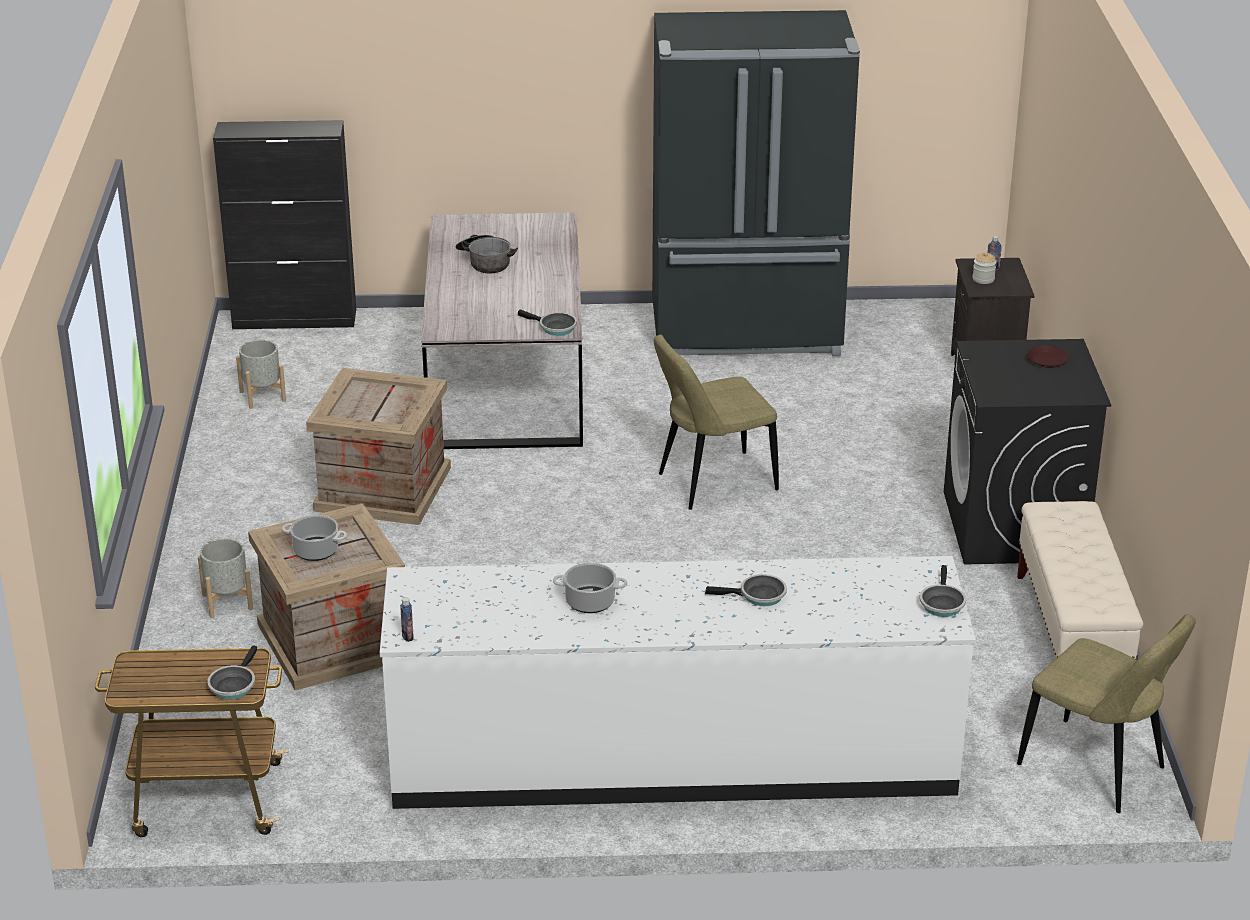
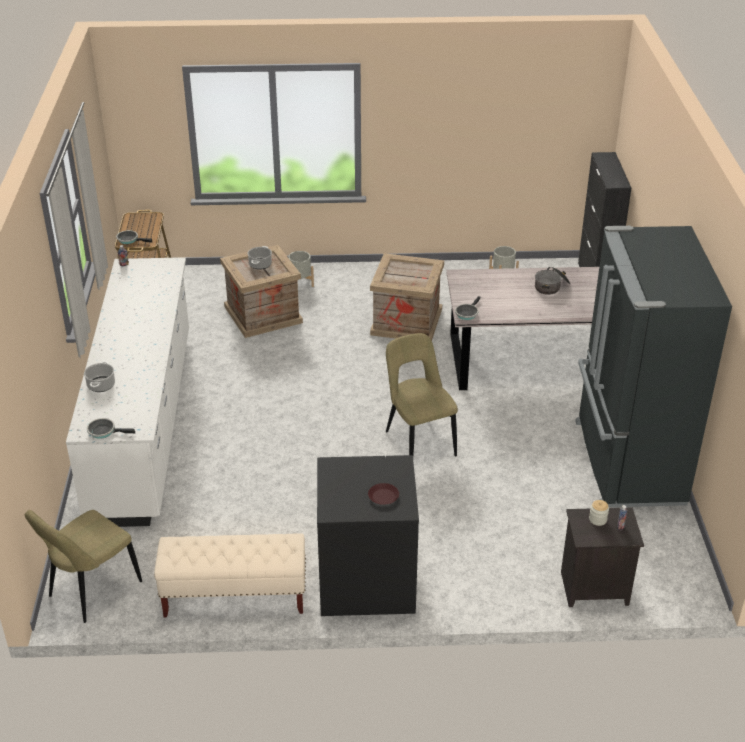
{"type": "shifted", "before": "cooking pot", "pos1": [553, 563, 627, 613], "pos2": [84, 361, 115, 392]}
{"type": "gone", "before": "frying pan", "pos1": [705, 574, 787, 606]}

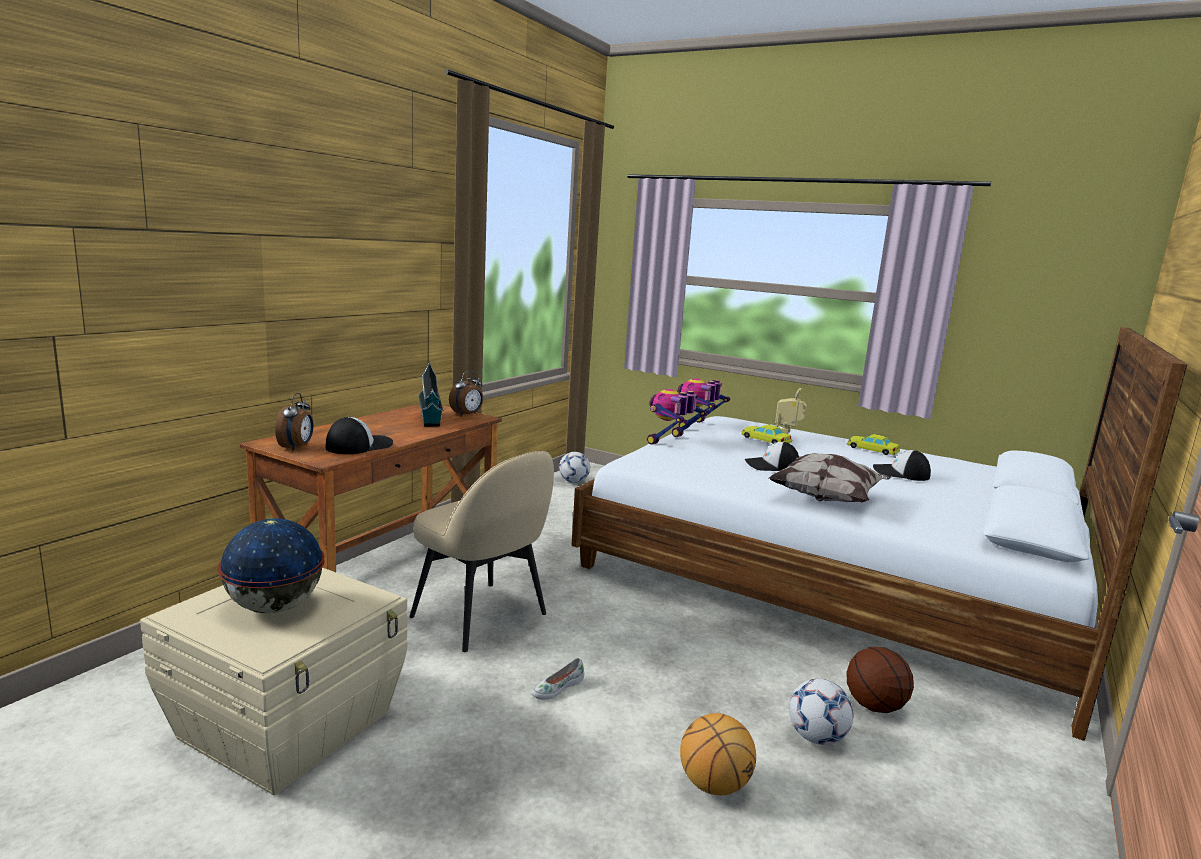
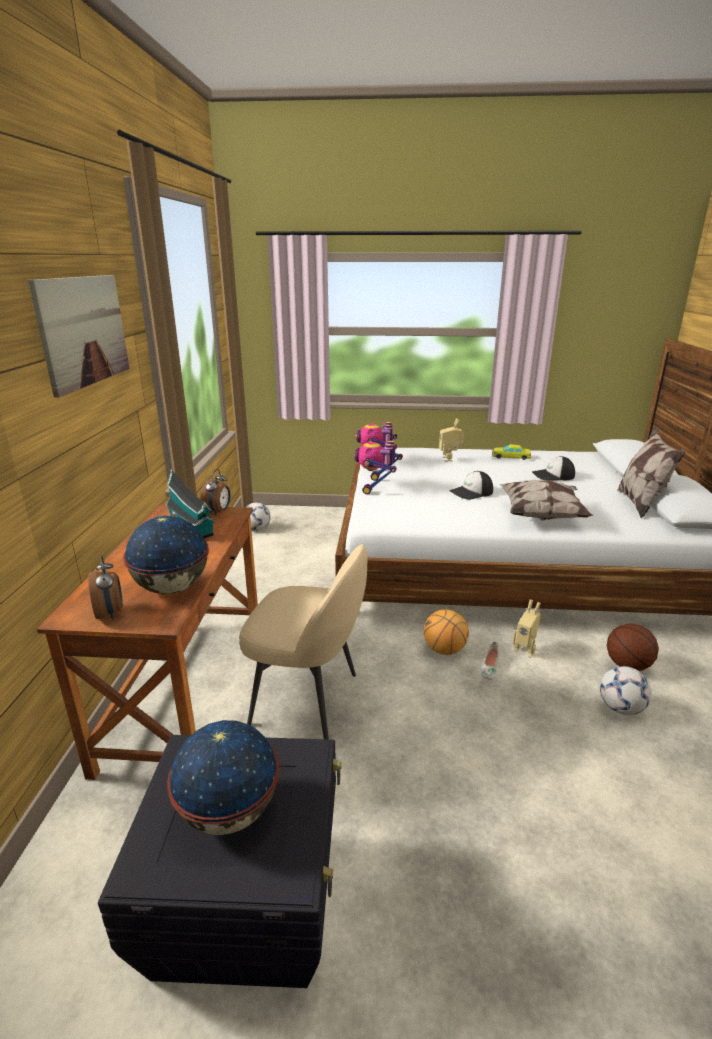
{"type": "swapped", "before": "cap", "after": "globe", "pos1": [326, 417, 393, 454], "pos2": [123, 516, 209, 594]}
{"type": "gone", "before": "yellow toy car", "pos1": [741, 424, 792, 444]}
{"type": "repainted", "before": "beige storage box", "after": "black storage box", "pos1": [140, 568, 407, 795], "pos2": [98, 735, 342, 988]}
{"type": "shifted", "before": "white shoe", "pos1": [531, 658, 584, 700], "pos2": [480, 641, 500, 680]}
{"type": "shifted", "before": "basketball", "pos1": [680, 713, 756, 795], "pos2": [424, 609, 469, 655]}
{"type": "new", "after": "picture", "pos2": [28, 275, 130, 397]}
{"type": "new", "after": "pillow", "pos2": [617, 427, 685, 519]}
{"type": "new", "after": "toy robot", "pos2": [513, 600, 541, 658]}

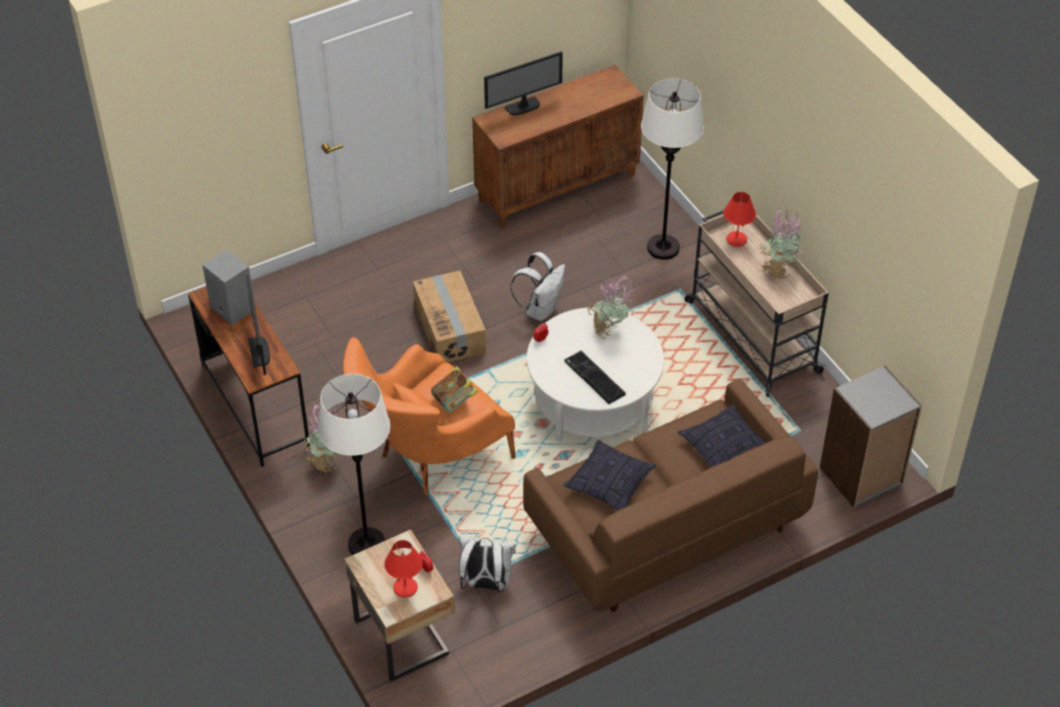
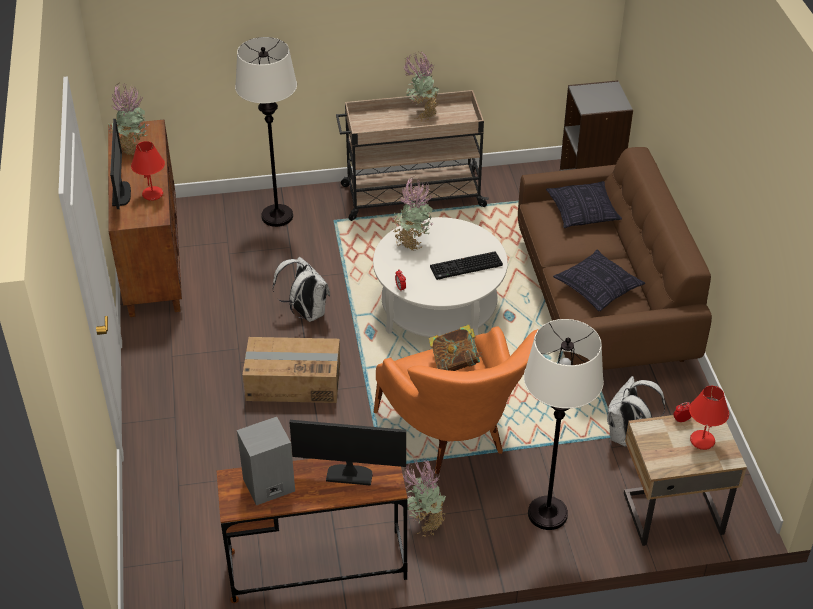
{"type": "shifted", "before": "red table lamp", "pos1": [723, 192, 756, 247], "pos2": [131, 141, 165, 201]}
{"type": "new", "after": "potted plant", "pos2": [108, 83, 149, 155]}

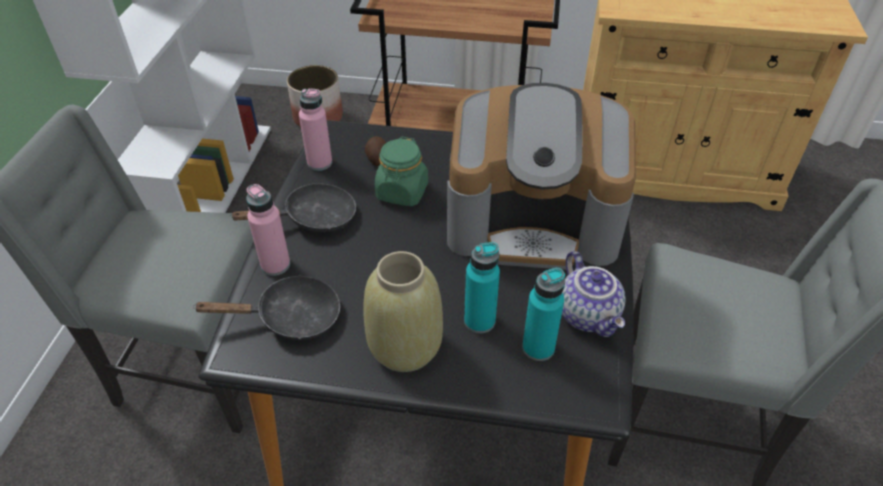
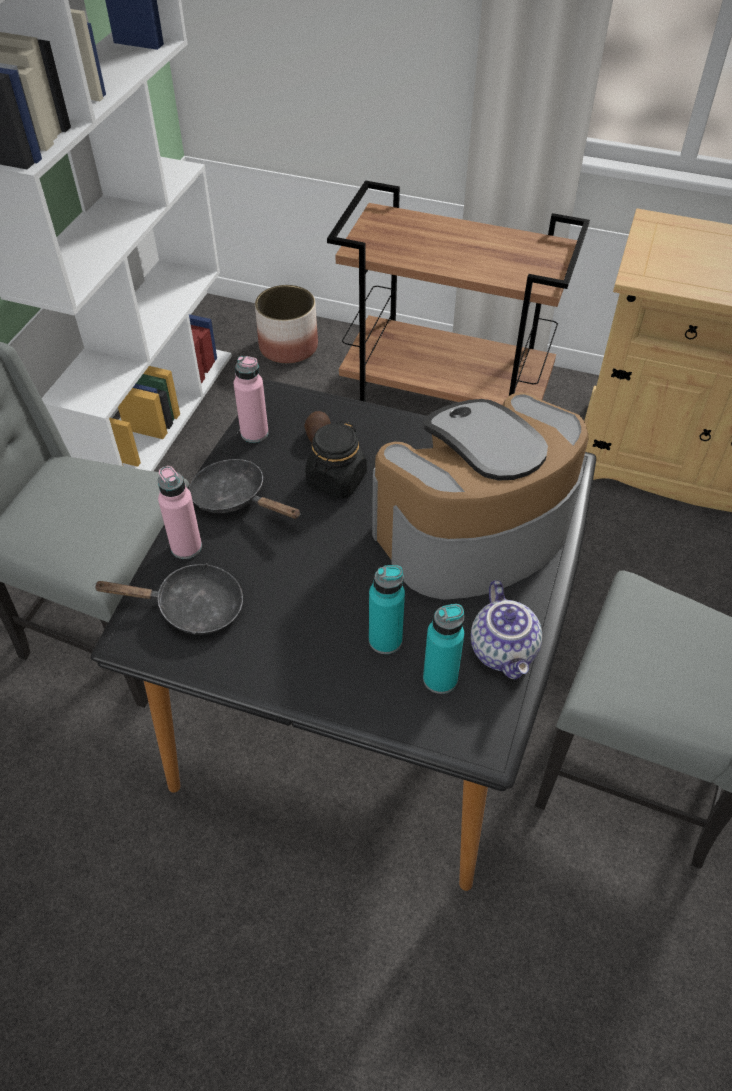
{"type": "rotated", "before": "coffee machine", "pos1": [447, 83, 636, 270], "pos2": [372, 392, 588, 600], "turn": 135}
{"type": "repainted", "before": "green jar", "after": "black jar", "pos1": [375, 137, 428, 206], "pos2": [305, 420, 367, 499]}
{"type": "rotated", "before": "black frying pan", "pos1": [231, 183, 356, 232], "pos2": [189, 459, 301, 519], "turn": -135}
{"type": "gone", "before": "beige vase", "pos1": [363, 251, 443, 372]}

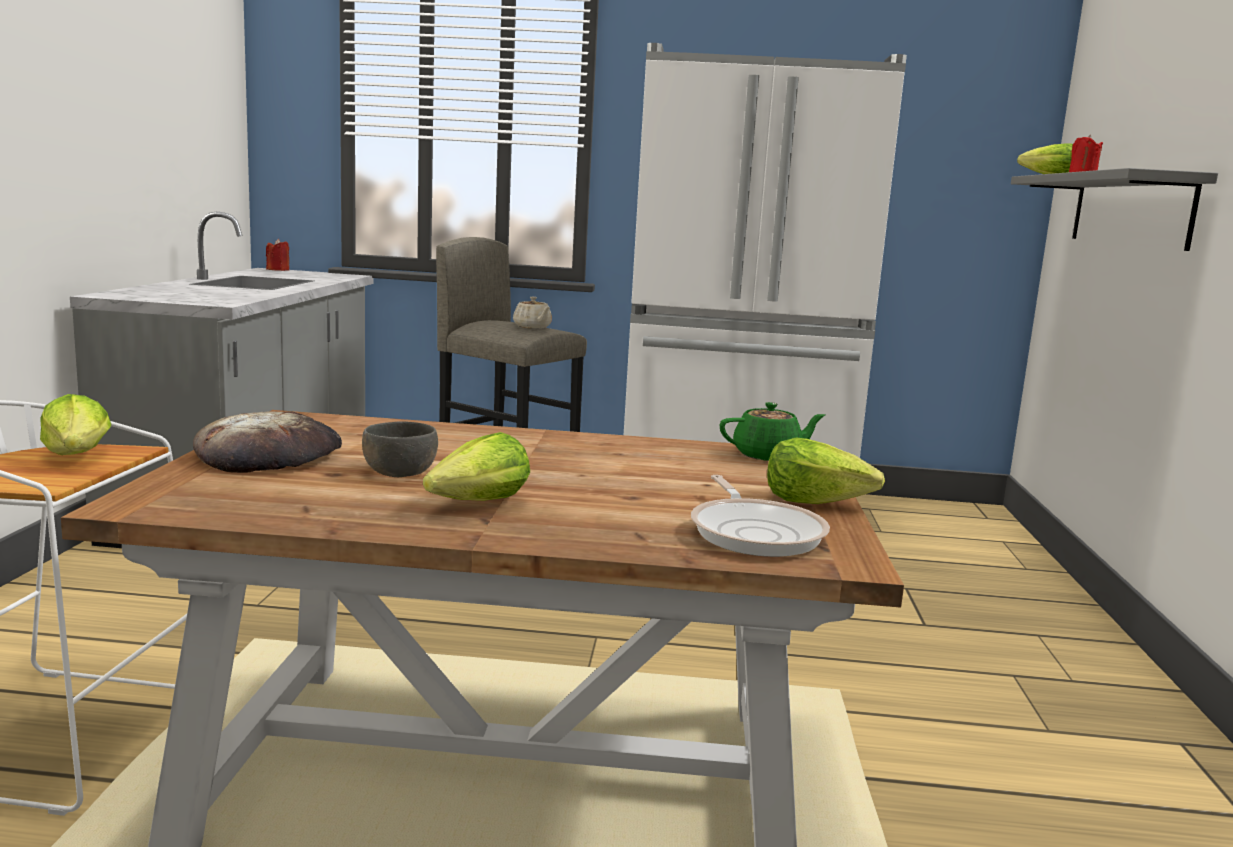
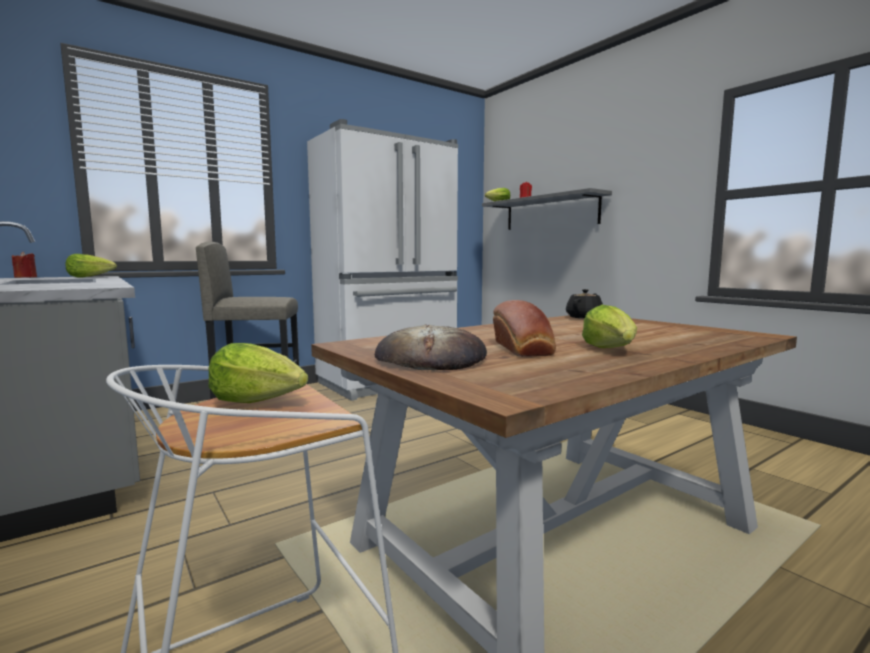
{"type": "gone", "before": "beige teapot", "pos1": [513, 297, 552, 329]}
{"type": "repainted", "before": "green teapot", "after": "black teapot", "pos1": [719, 402, 825, 461], "pos2": [566, 289, 603, 319]}
{"type": "swapped", "before": "grey bowl", "after": "bread", "pos1": [362, 421, 438, 477], "pos2": [493, 300, 556, 357]}
{"type": "shifted", "before": "lettuce", "pos1": [767, 438, 885, 504], "pos2": [65, 254, 117, 278]}
{"type": "gone", "before": "frying pan", "pos1": [691, 475, 830, 557]}

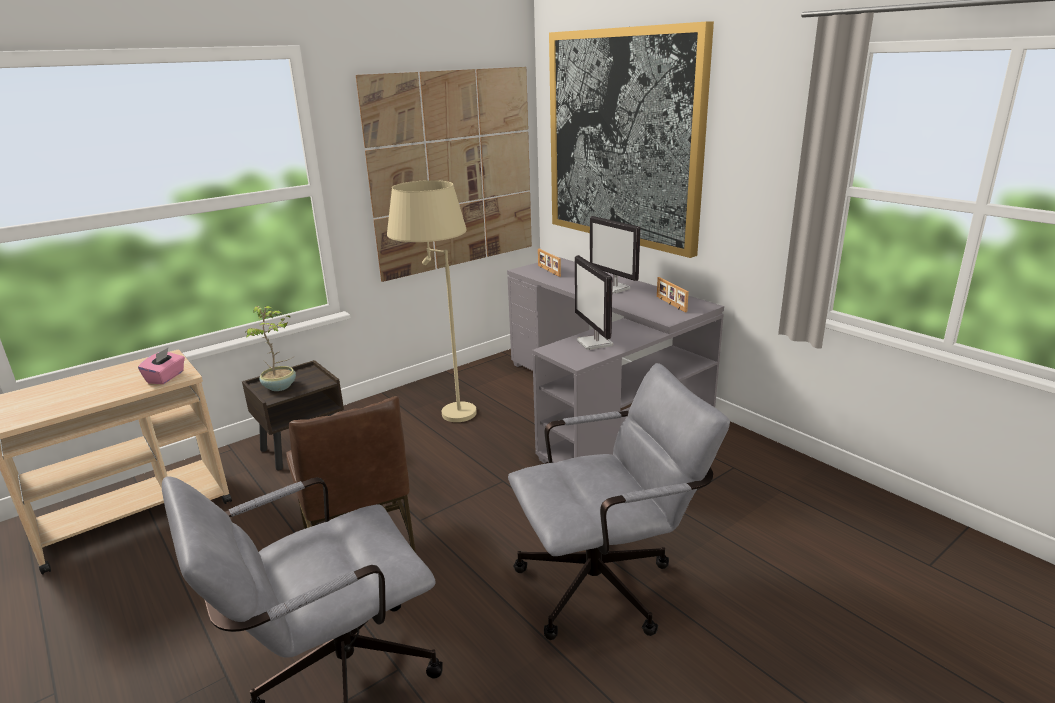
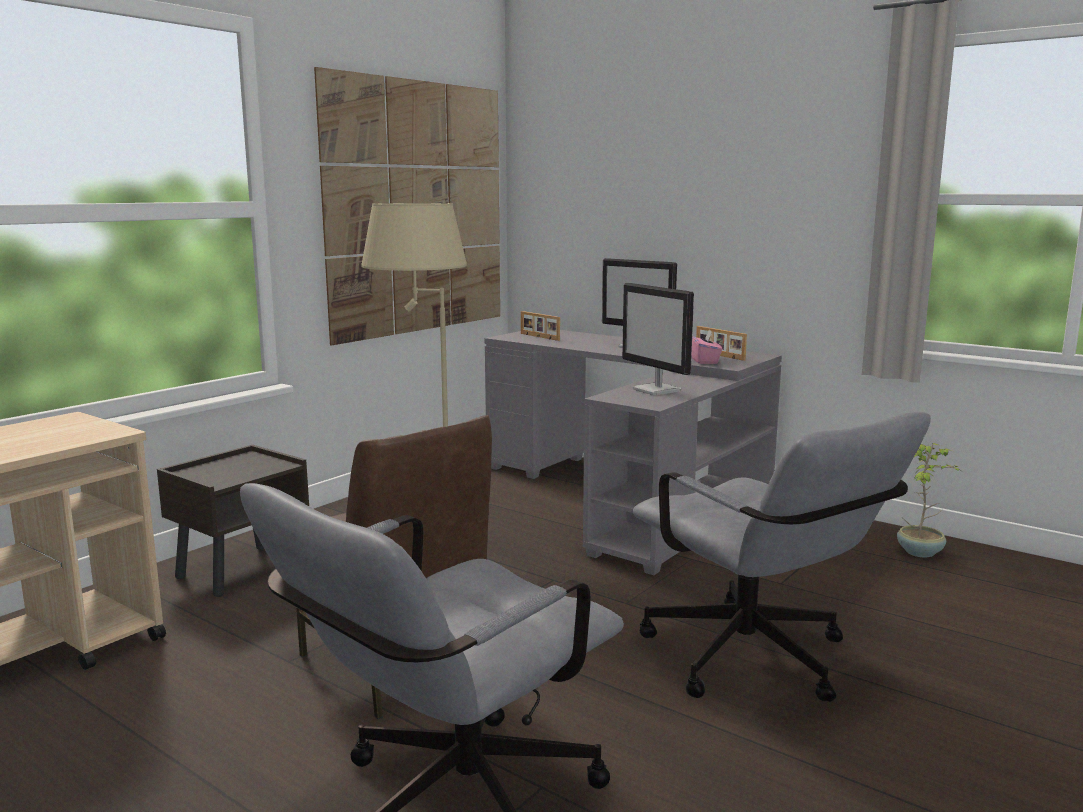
{"type": "gone", "before": "picture", "pos1": [549, 22, 714, 258]}
{"type": "shifted", "before": "potted plant", "pos1": [246, 306, 296, 391], "pos2": [897, 443, 960, 557]}
{"type": "shifted", "before": "pink tissue box", "pos1": [138, 348, 185, 384], "pos2": [691, 330, 722, 364]}
{"type": "rotated", "before": "grey office chair", "pos1": [508, 363, 730, 640], "pos2": [633, 412, 931, 702], "turn": 90}

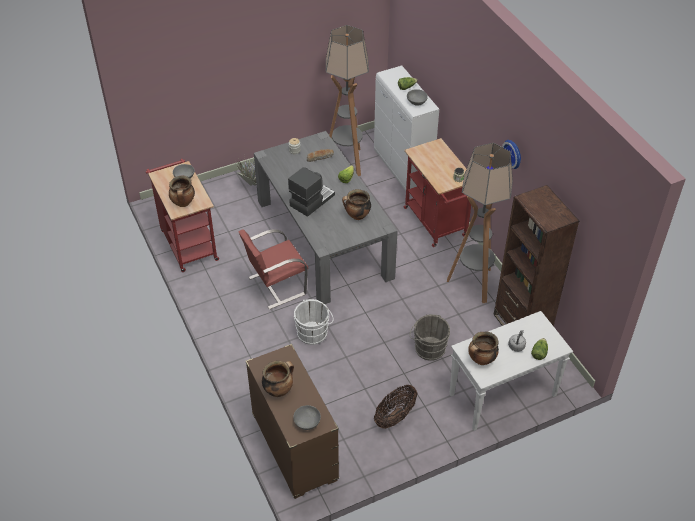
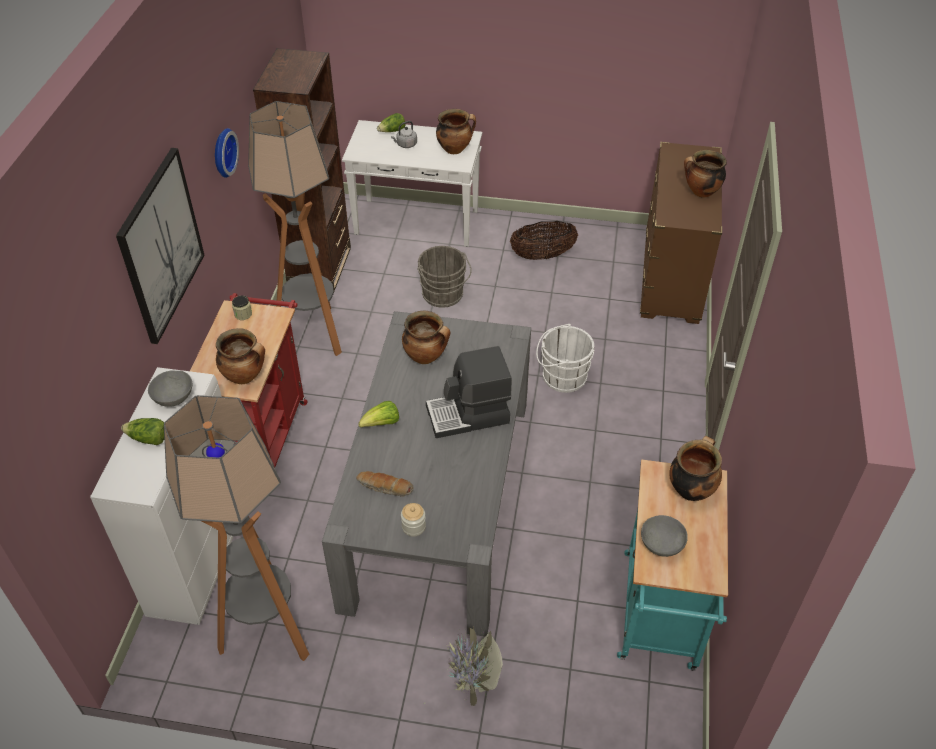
{"type": "repainted", "before": "red cart", "after": "turquoise cart", "pos1": [146, 159, 219, 272], "pos2": [617, 459, 728, 671]}
{"type": "gone", "before": "red chair", "pos1": [238, 229, 308, 309]}
{"type": "gone", "before": "grey bowl", "pos1": [293, 405, 321, 430]}
{"type": "new", "after": "picture", "pos2": [116, 148, 204, 344]}
{"type": "new", "after": "cooking pot", "pos2": [216, 328, 265, 384]}

